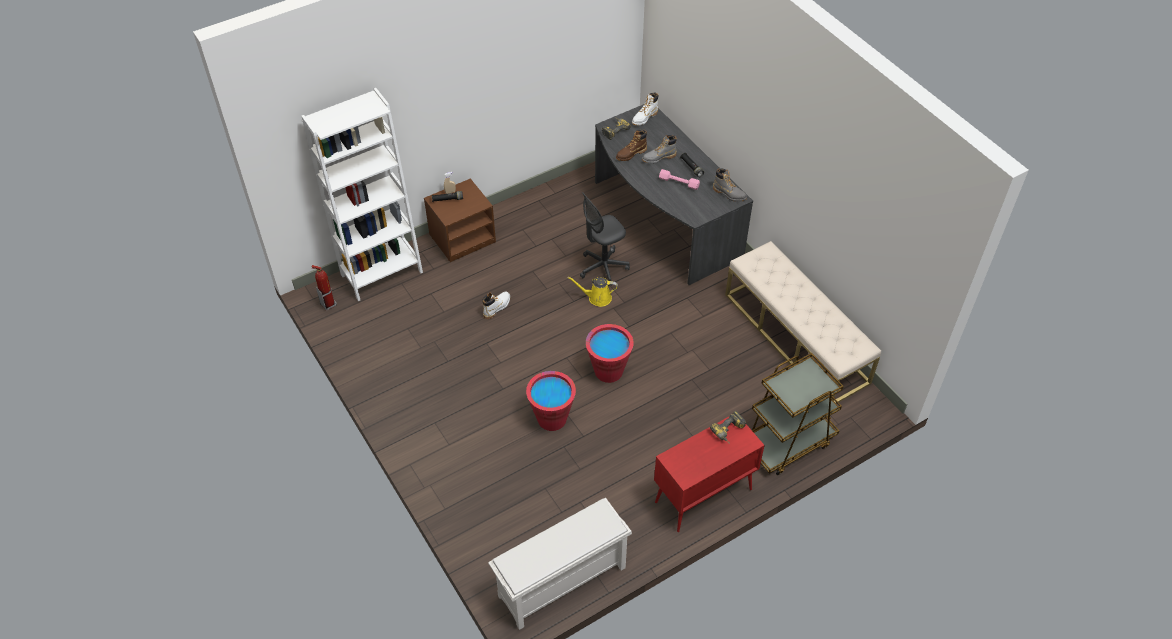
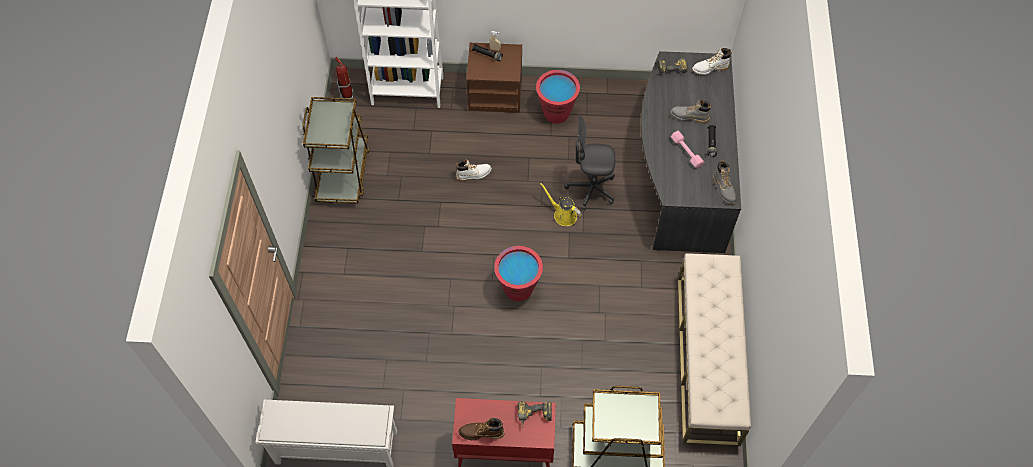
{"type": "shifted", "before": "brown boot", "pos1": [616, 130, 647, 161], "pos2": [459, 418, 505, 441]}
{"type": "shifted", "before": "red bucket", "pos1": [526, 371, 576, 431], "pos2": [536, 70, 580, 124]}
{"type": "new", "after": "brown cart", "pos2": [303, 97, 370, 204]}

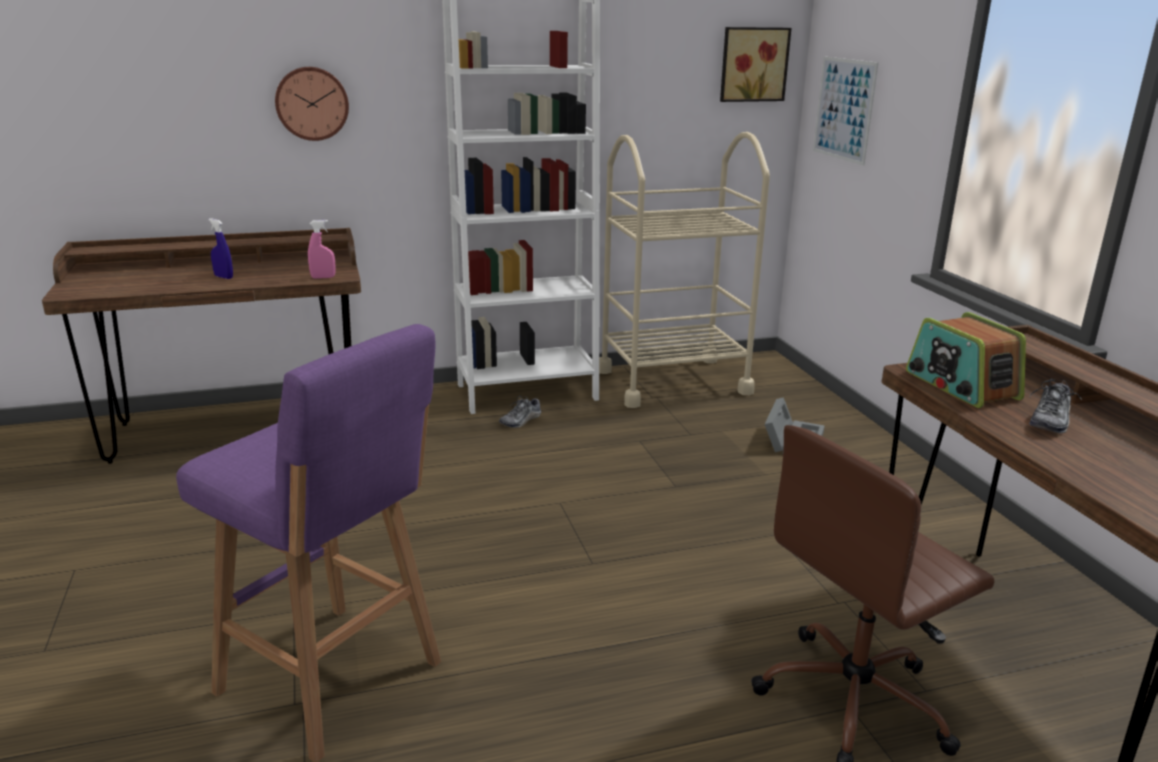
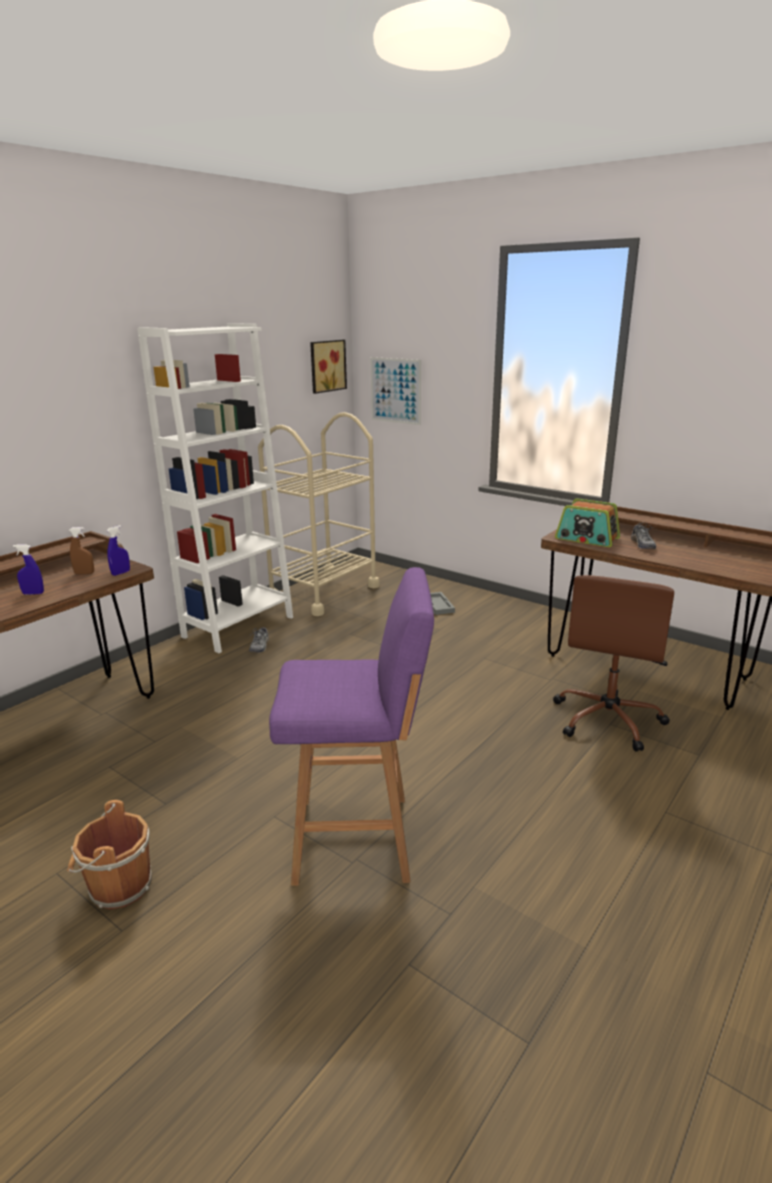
{"type": "gone", "before": "wall clock", "pos1": [275, 67, 349, 141]}
{"type": "repainted", "before": "pink spray bottle", "after": "blue spray bottle", "pos1": [308, 220, 336, 279], "pos2": [107, 525, 130, 576]}
{"type": "new", "after": "brown spray bottle", "pos2": [69, 527, 94, 574]}
{"type": "new", "after": "brown bucket", "pos2": [67, 800, 152, 909]}

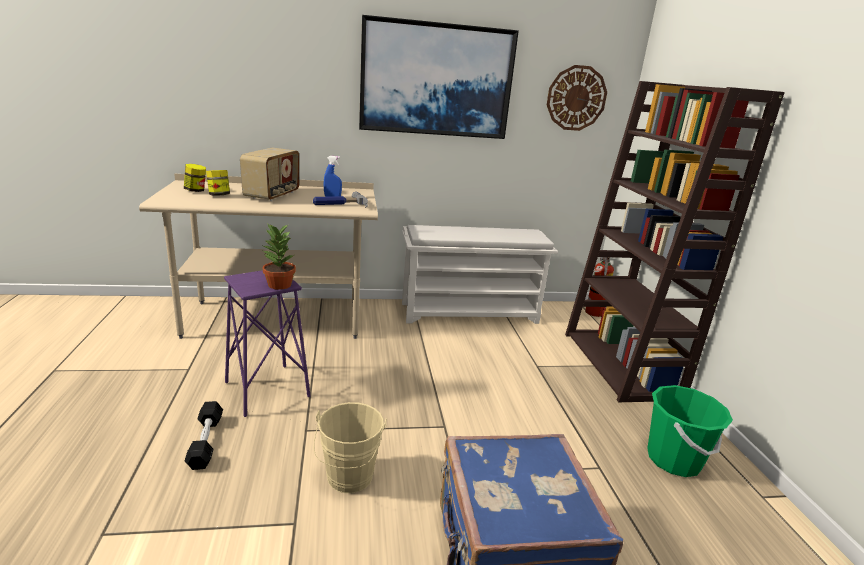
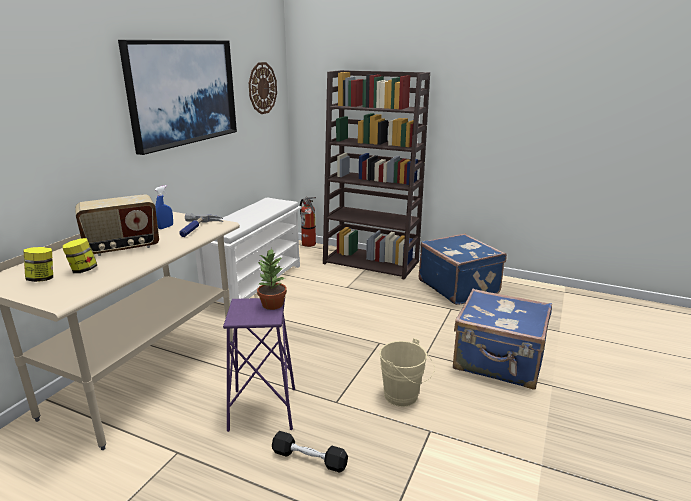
{"type": "rotated", "before": "radio", "pos1": [240, 148, 299, 201], "pos2": [75, 194, 159, 256], "turn": 105}
{"type": "swapped", "before": "green bucket", "after": "blue suitcase", "pos1": [647, 385, 733, 477], "pos2": [419, 233, 507, 305]}

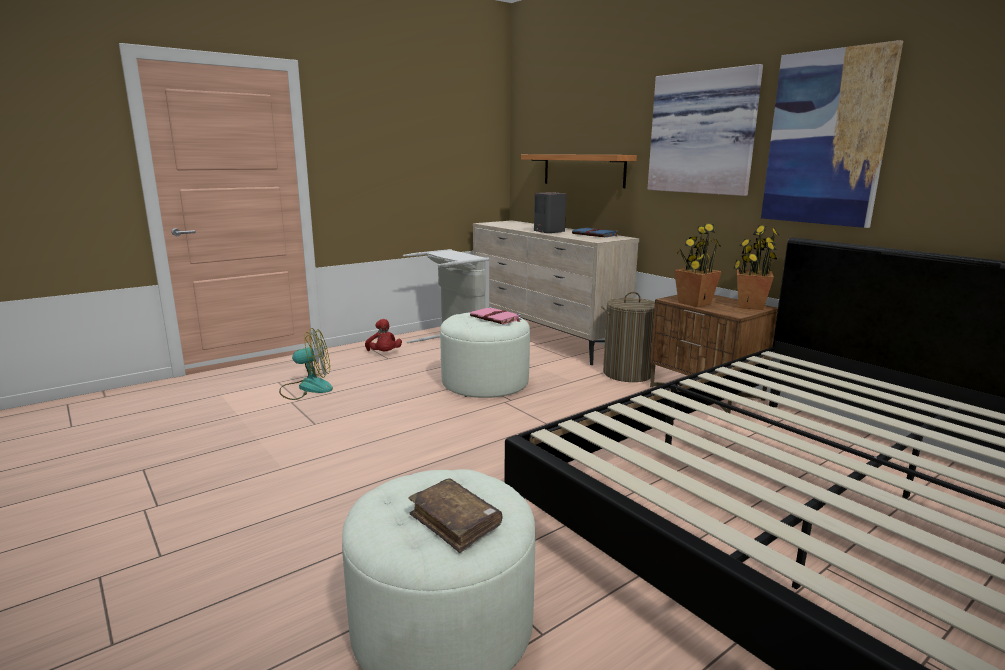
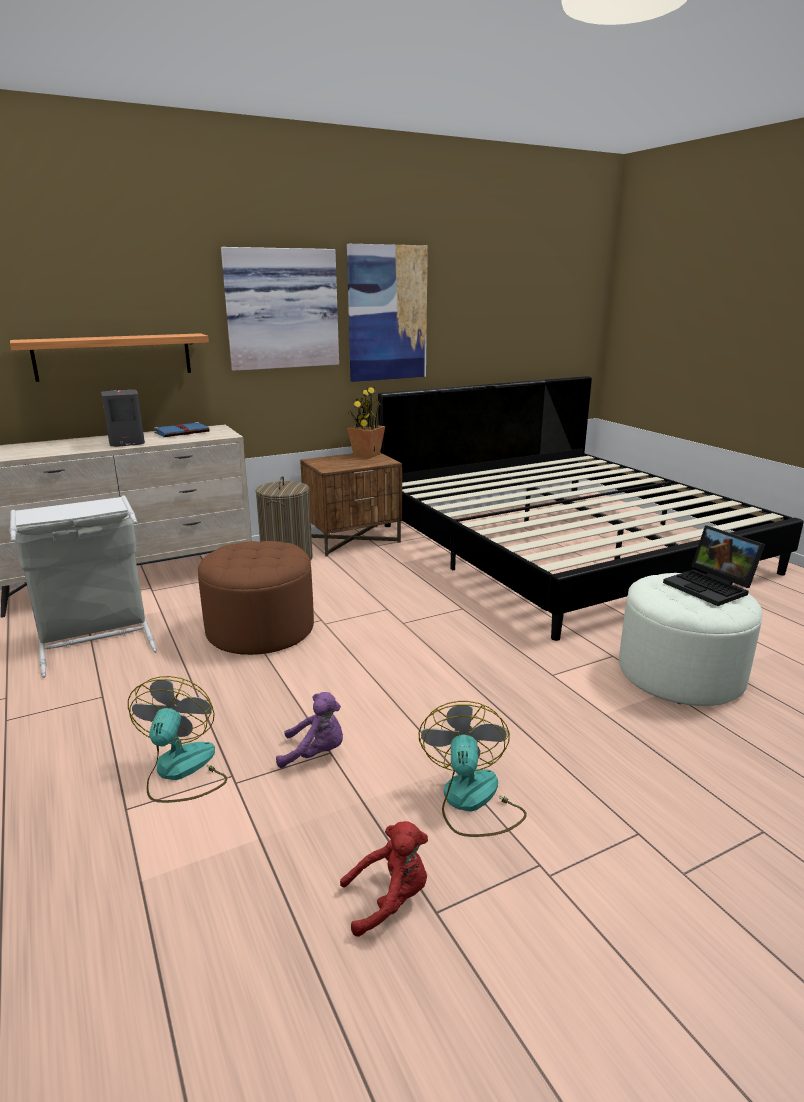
{"type": "gone", "before": "potted plant", "pos1": [674, 224, 722, 307]}
{"type": "gone", "before": "pink book", "pos1": [470, 307, 521, 324]}
{"type": "repainted", "before": "white ottoman", "after": "brown ottoman", "pos1": [440, 312, 530, 398], "pos2": [198, 541, 314, 655]}
{"type": "shifted", "before": "red plush toy", "pos1": [365, 319, 402, 351], "pos2": [340, 821, 428, 937]}
{"type": "swapped", "before": "brown book", "after": "laptop", "pos1": [408, 478, 502, 553], "pos2": [663, 525, 765, 606]}
{"type": "new", "after": "purple plush toy", "pos2": [276, 692, 343, 768]}
{"type": "new", "after": "fan", "pos2": [418, 701, 527, 837]}

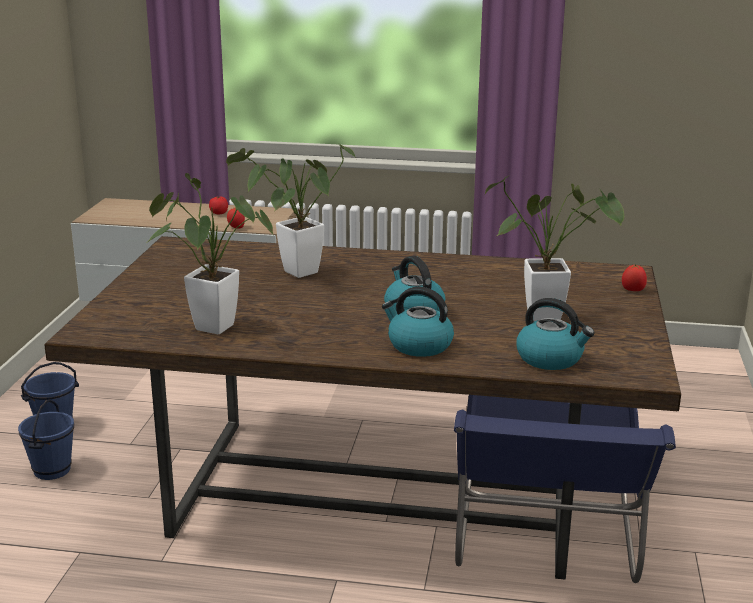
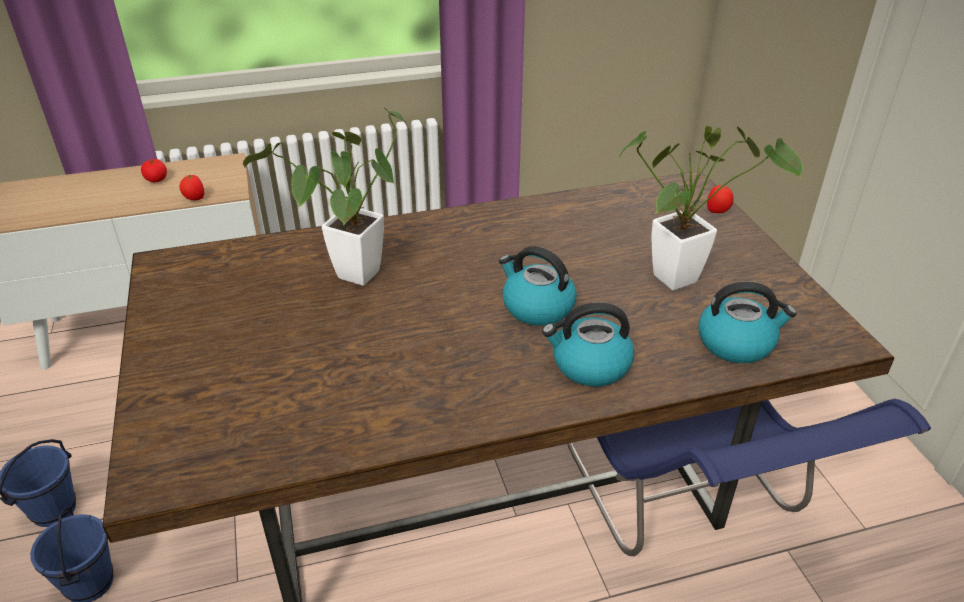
{"type": "gone", "before": "potted plant", "pos1": [146, 173, 273, 334]}

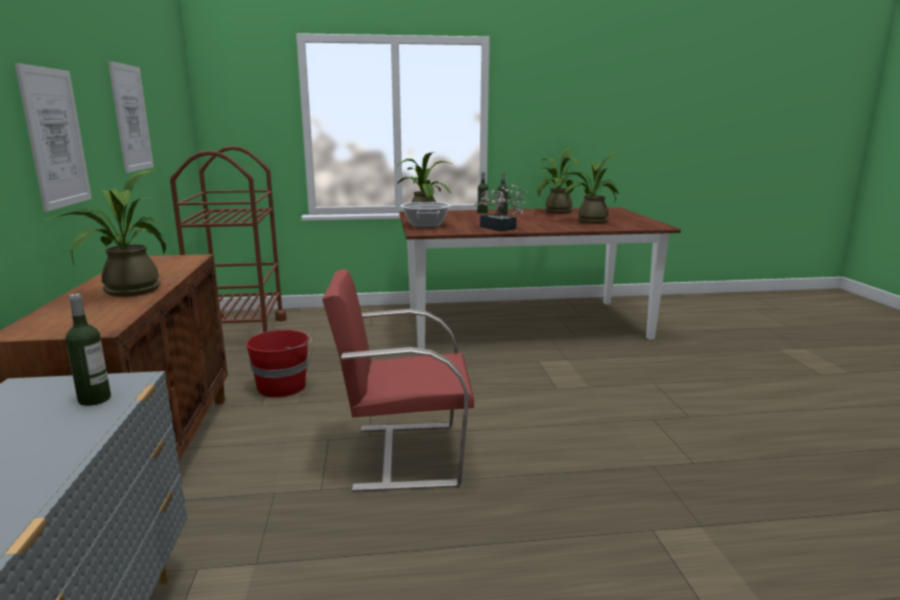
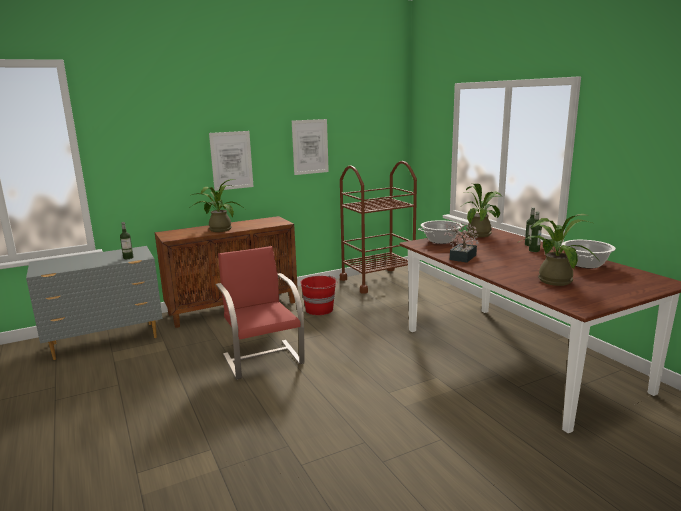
{"type": "swapped", "before": "potted plant", "after": "cooking pot", "pos1": [537, 148, 581, 214], "pos2": [562, 240, 616, 269]}

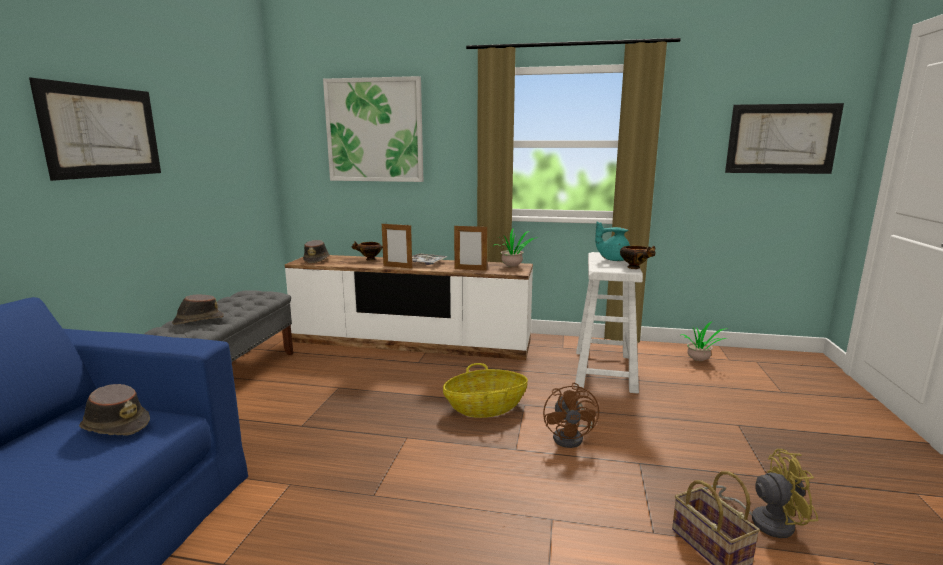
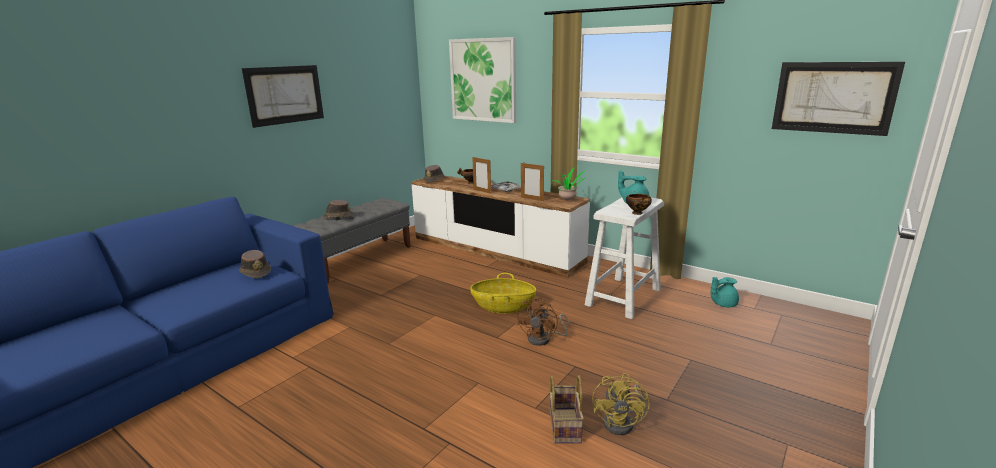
{"type": "swapped", "before": "potted plant", "after": "turquoise teapot", "pos1": [681, 322, 726, 361], "pos2": [711, 277, 739, 307]}
{"type": "rotated", "before": "yellow fan", "pos1": [704, 449, 818, 538], "pos2": [592, 373, 650, 435], "turn": 75}

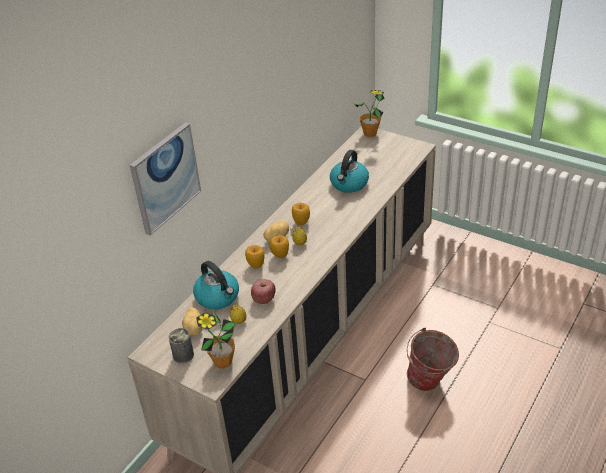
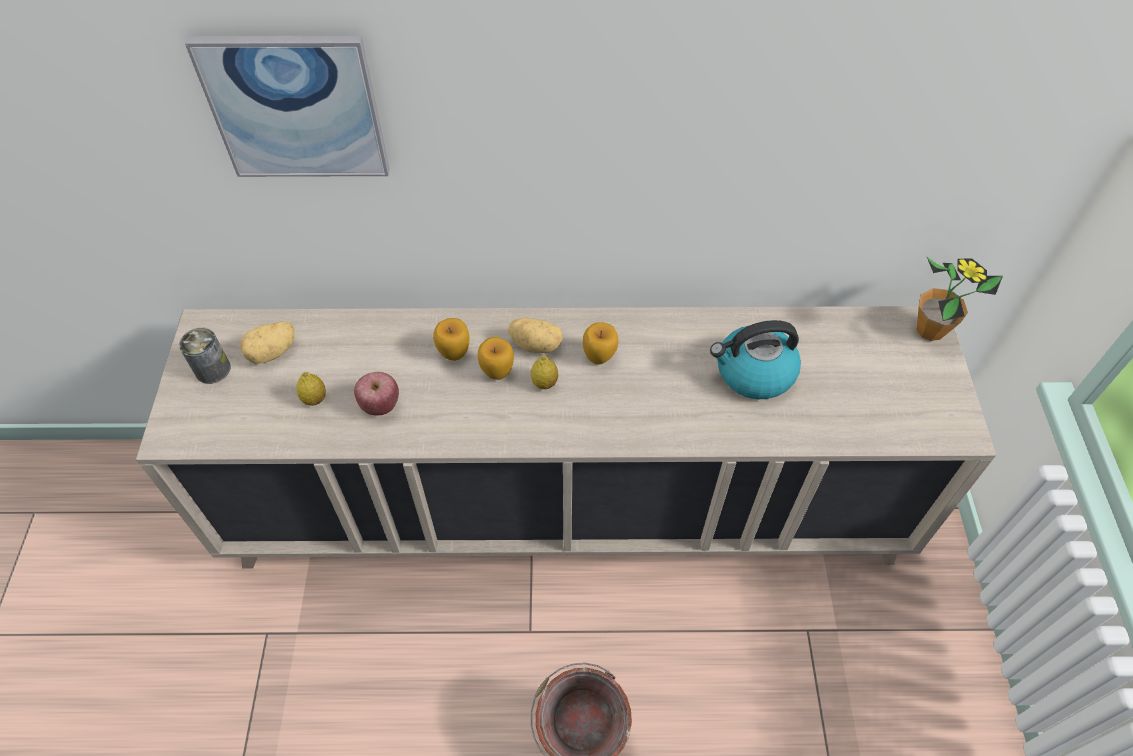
{"type": "gone", "before": "kettle", "pos1": [193, 261, 239, 310]}
{"type": "gone", "before": "potted plant", "pos1": [196, 311, 235, 369]}

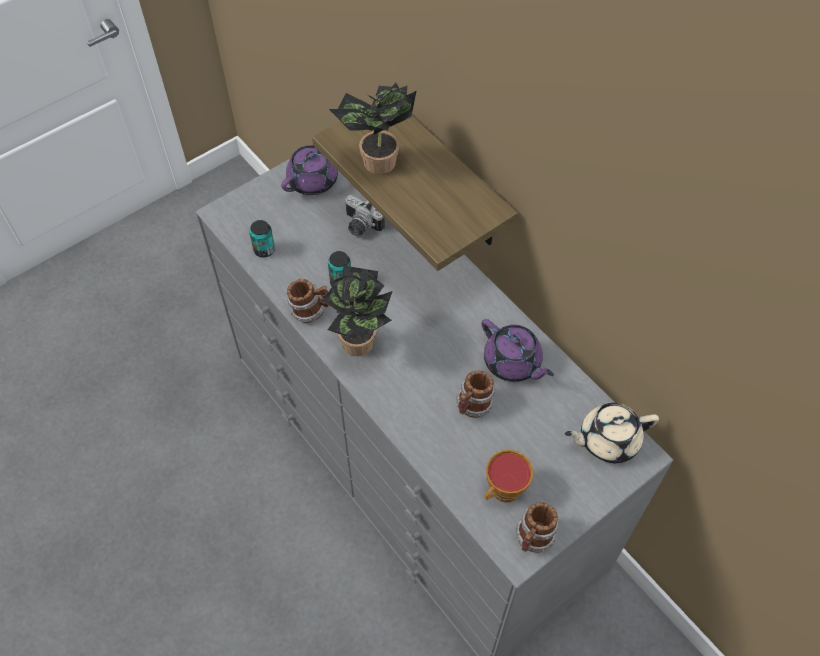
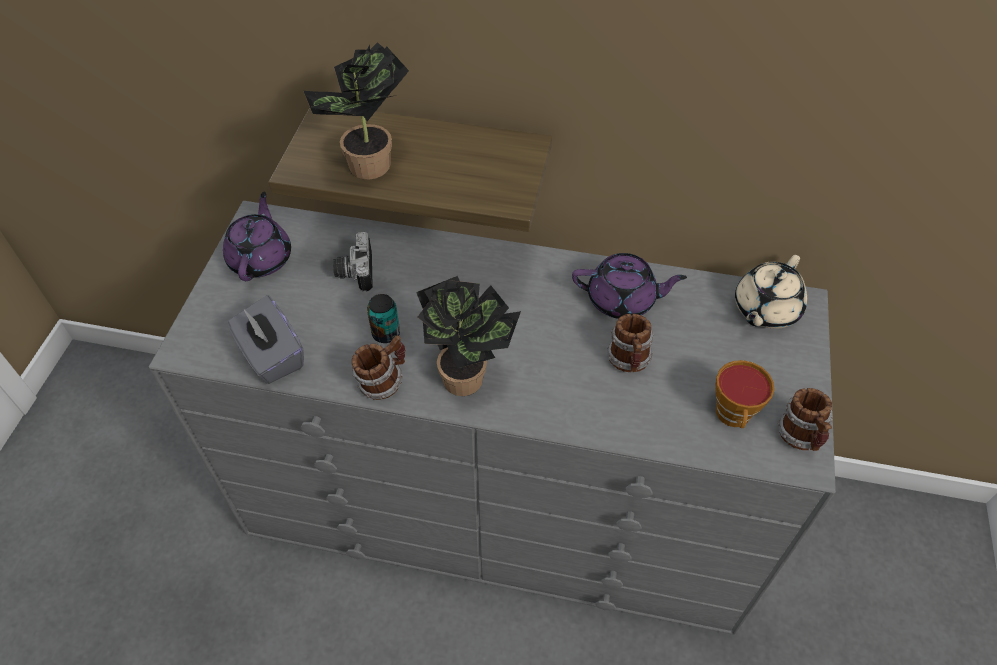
{"type": "rotated", "before": "photo camera", "pos1": [344, 195, 385, 236], "pos2": [333, 232, 373, 292], "turn": 90}
{"type": "swapped", "before": "can", "after": "grey tissue box", "pos1": [249, 220, 275, 257], "pos2": [228, 295, 304, 384]}

